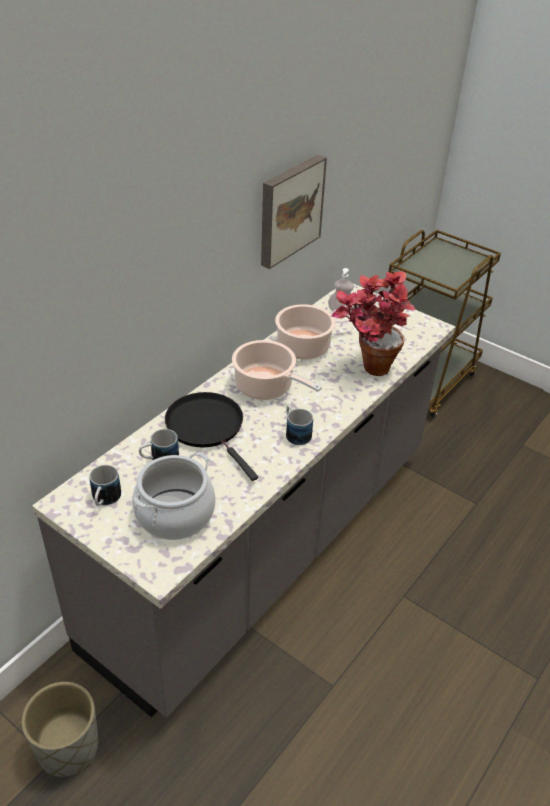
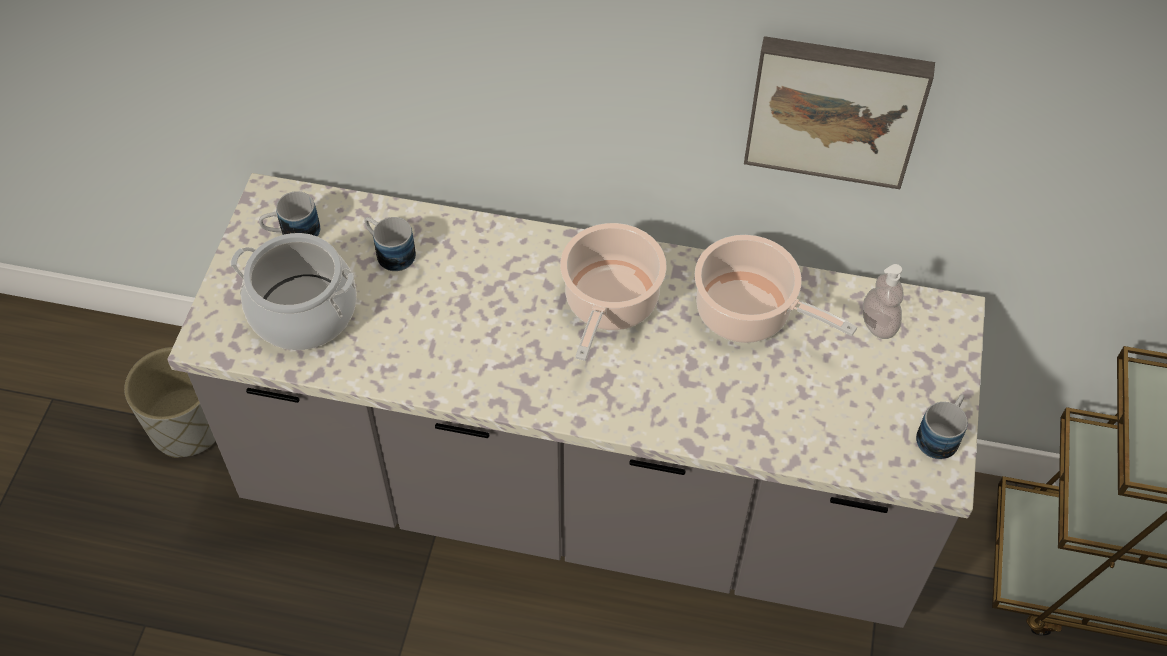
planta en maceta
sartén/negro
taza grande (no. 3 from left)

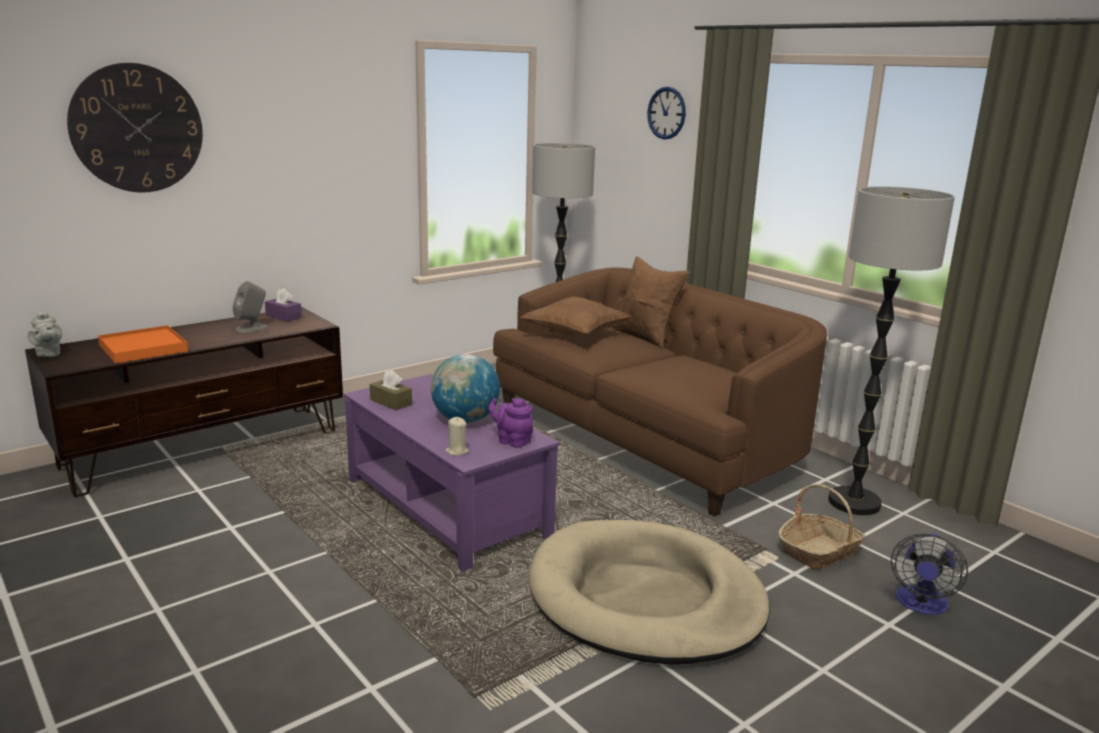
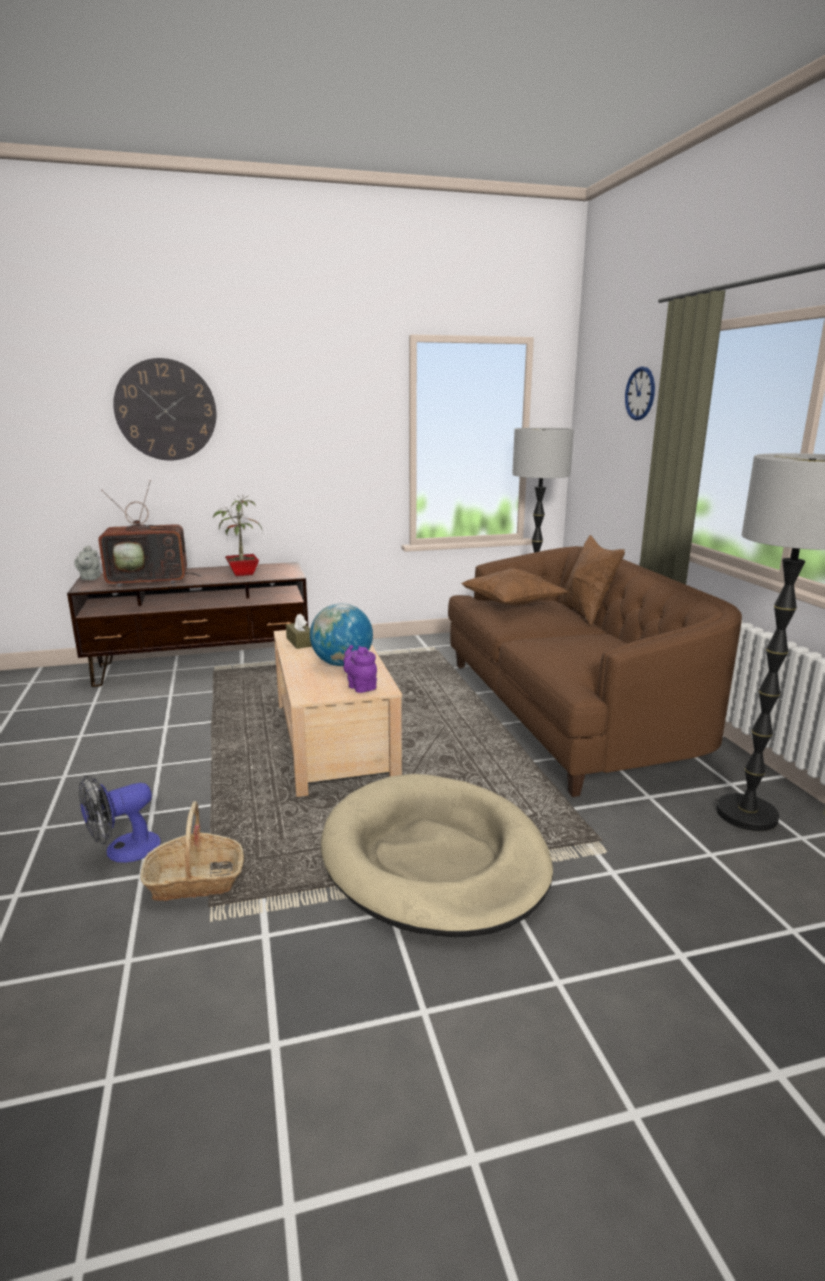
planta en maceta
caja de pañuelos/morado
televisor
mesa de centro/beis
vela/beis
cesta
ventilador

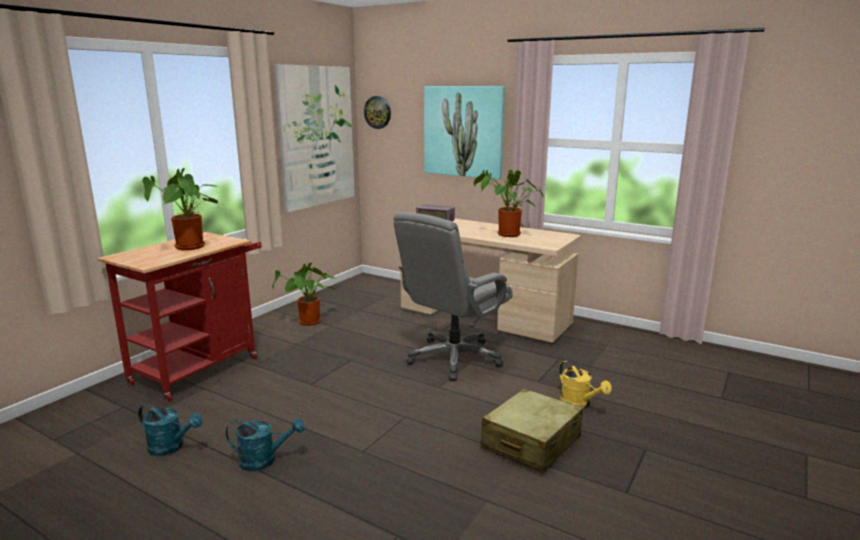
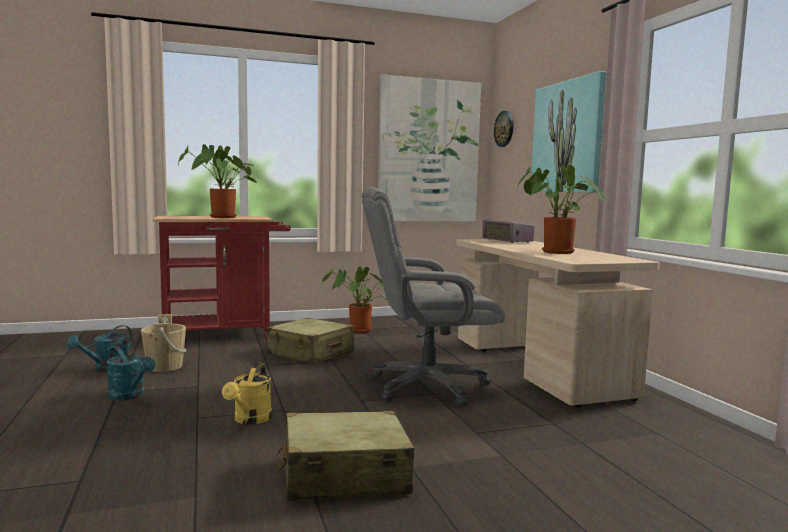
regadera/amarillo
regadera/turquesa (no. 1 from left)
cubo/beis
maleta/beis (no. 1 from left)

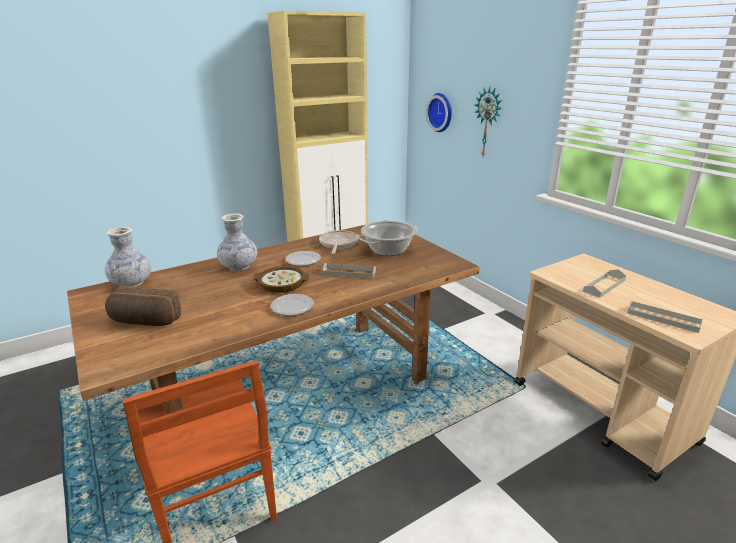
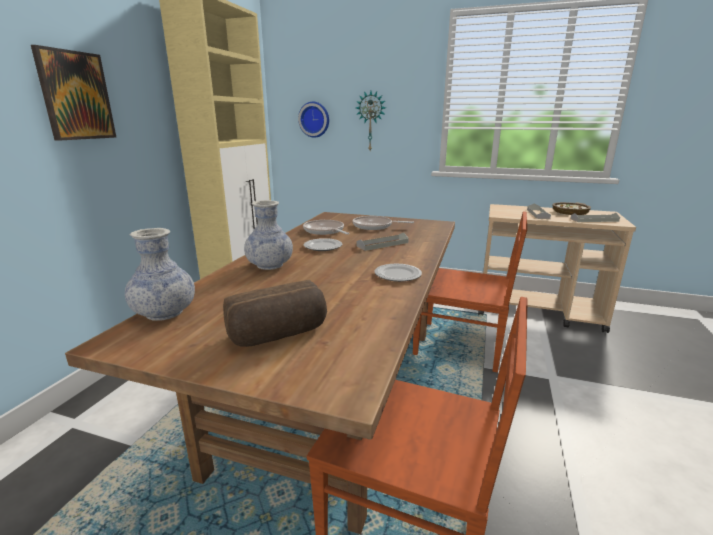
sartén (no. 2 from left)
cuenco
cuadro
silla/marrón (no. 2 from left)

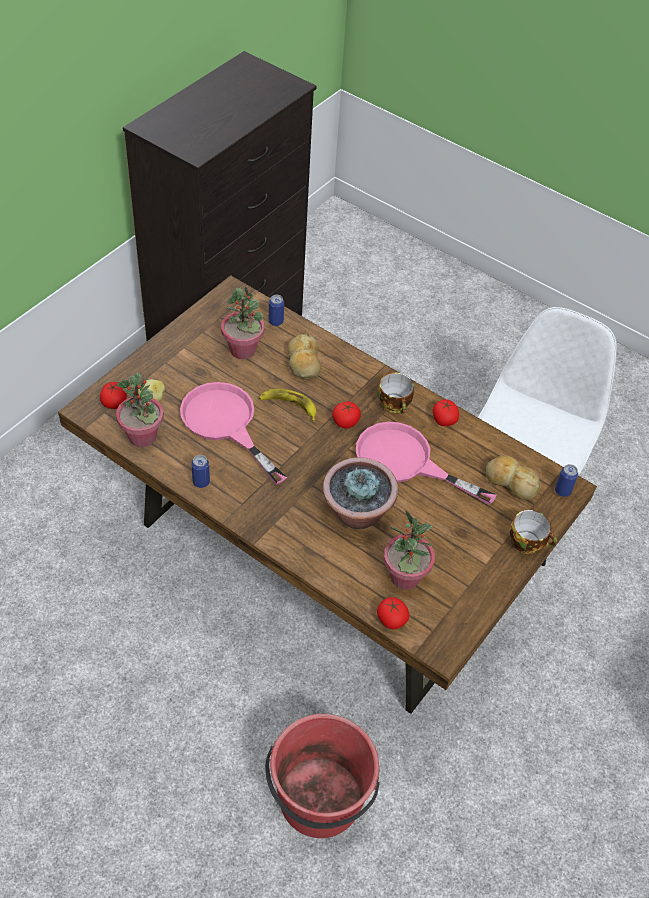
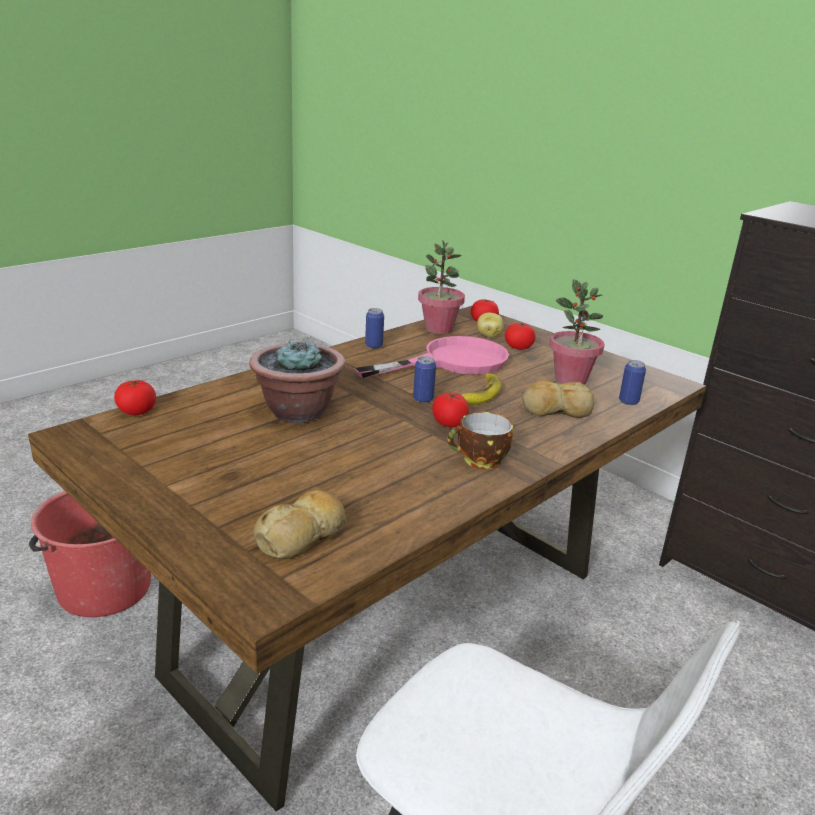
tomate (no. 4 from left)
sartén/rosa (no. 2 from left in the first image)
lata (no. 2 from left)
taza (no. 2 from left in the first image)
planta en maceta (no. 4 from left in the first image)

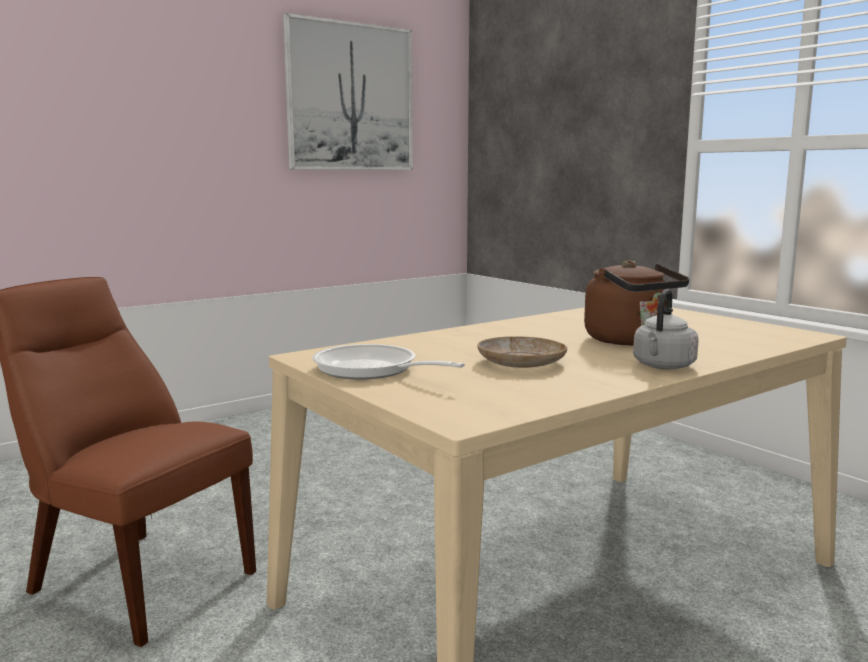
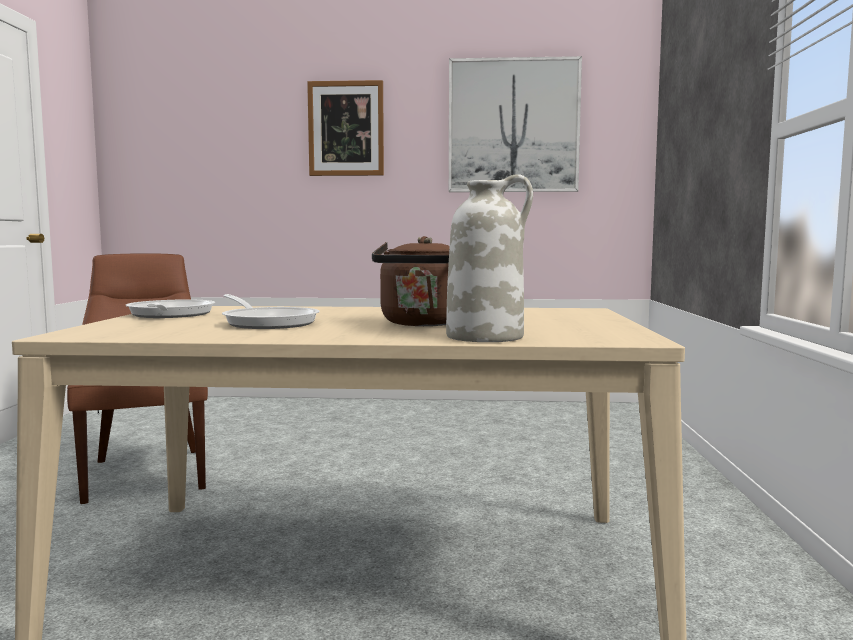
hervidor/gris
sartén (no. 2 from left)
cuadro (no. 1 from left)
florero/blanco

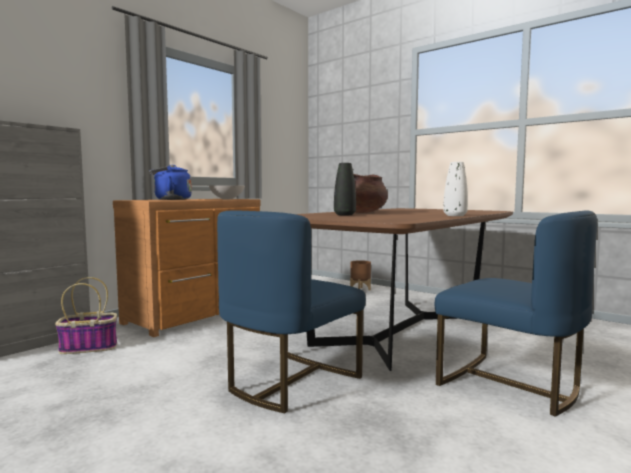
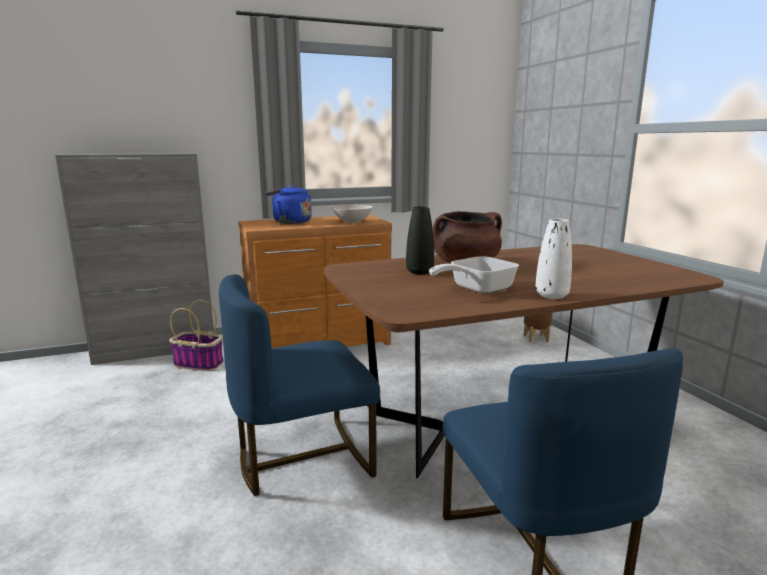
sartén

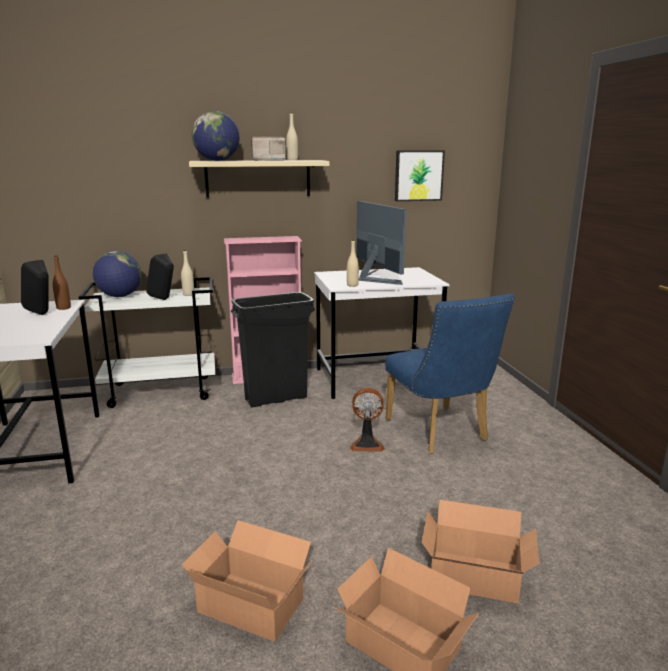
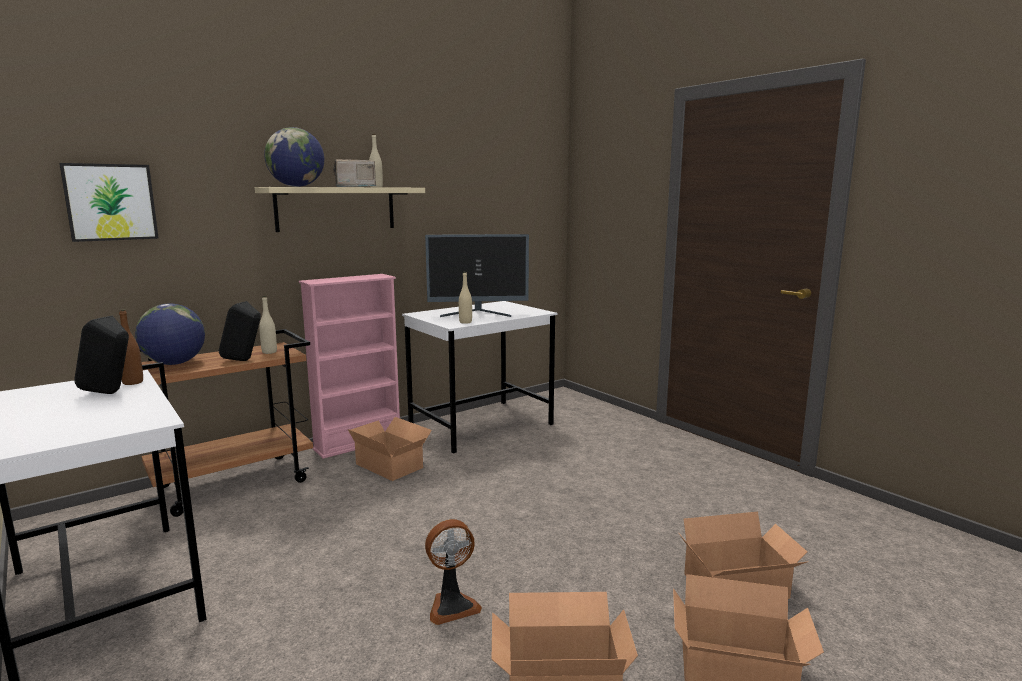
cuadro
monitor
carrito/marrón
caja de cartón (no. 1 from left)
silla/azul
ventilador

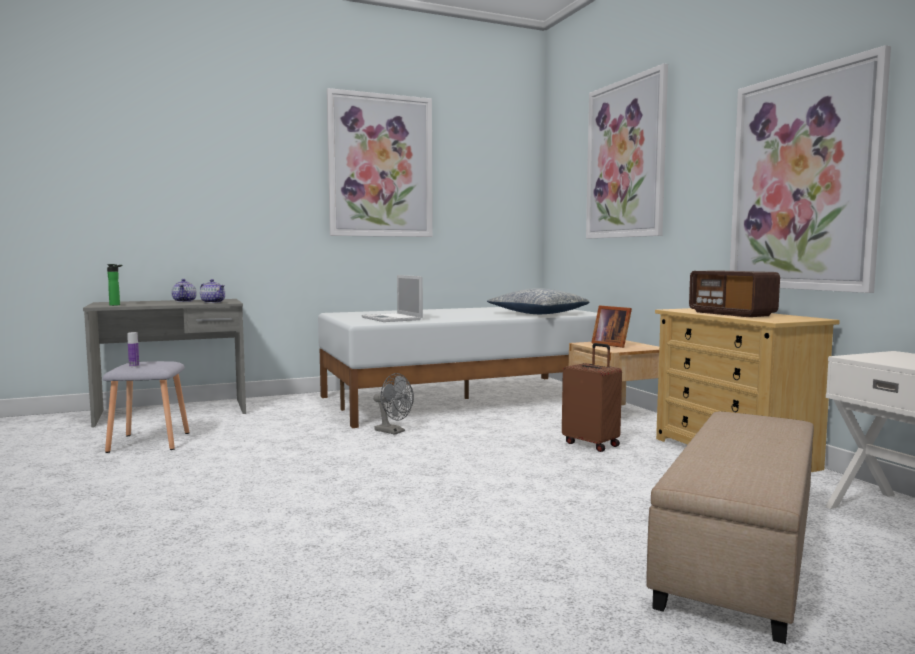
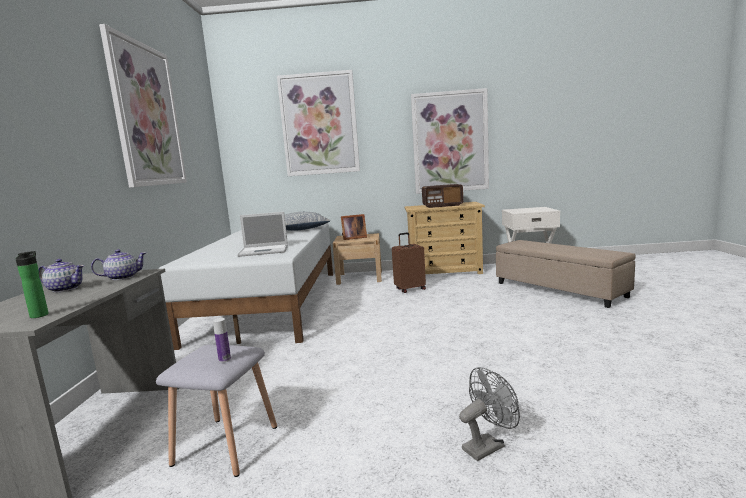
ventilador/gris

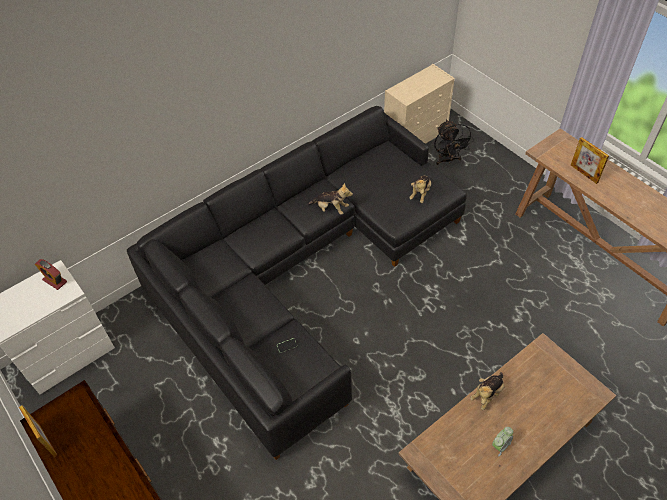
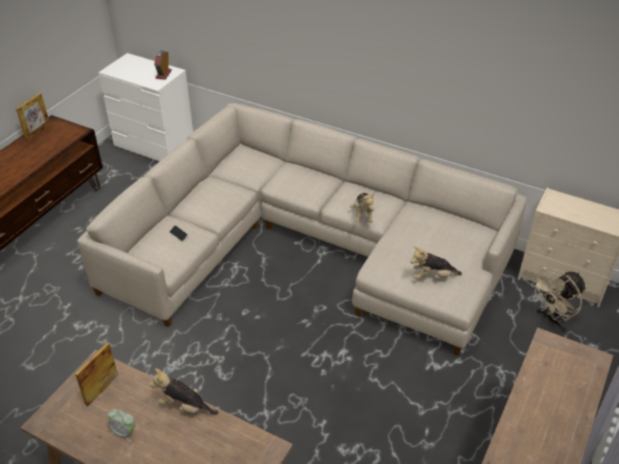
sofá/beis
ventilador/beis
portarretratos (no. 2 from left)

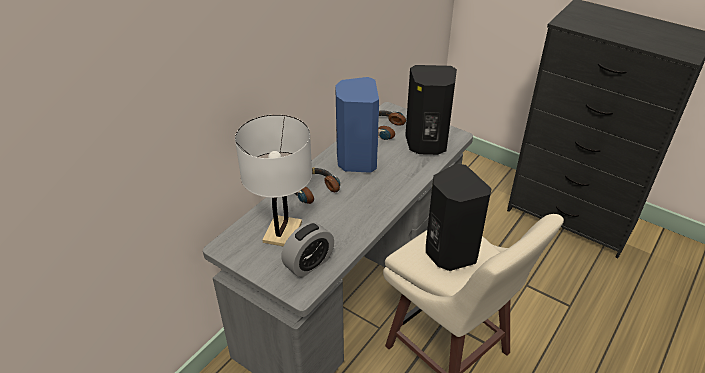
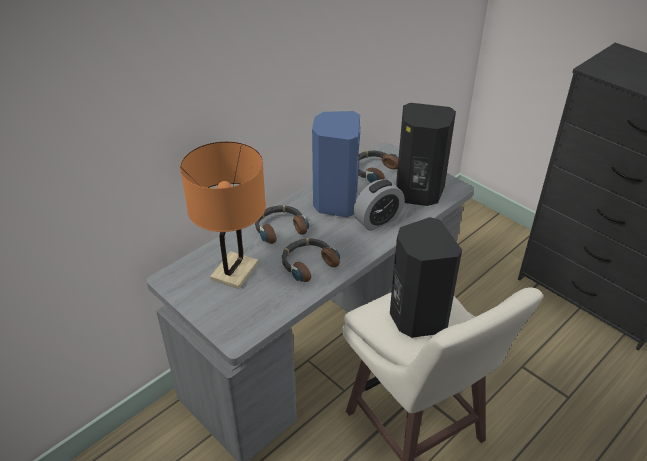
lámpara de mesa/naranja
despertador
auriculares (no. 2 from left)

